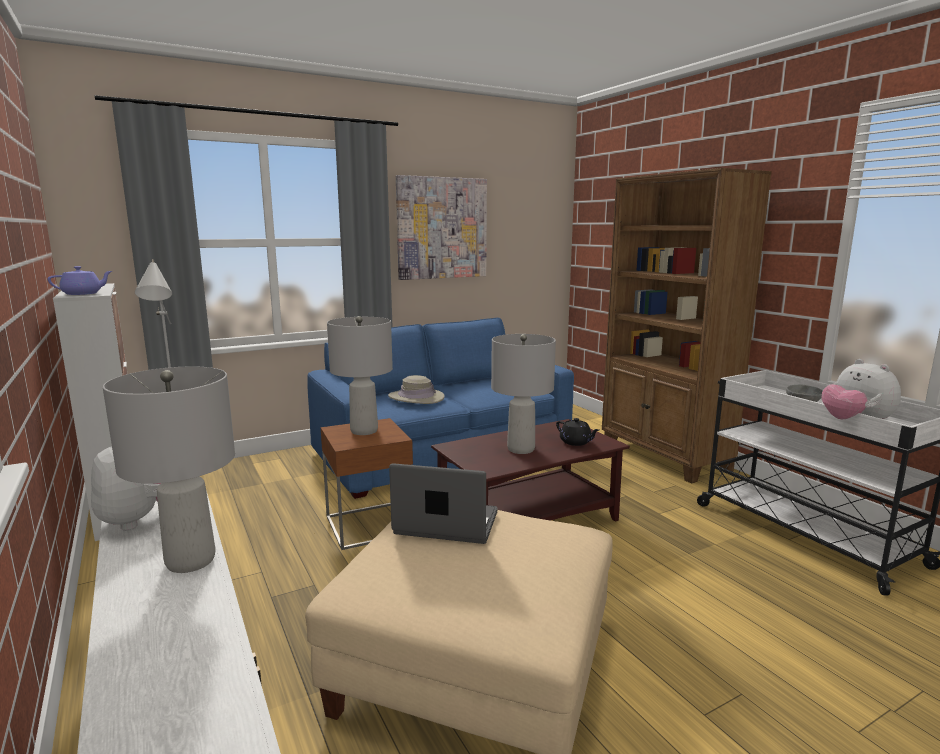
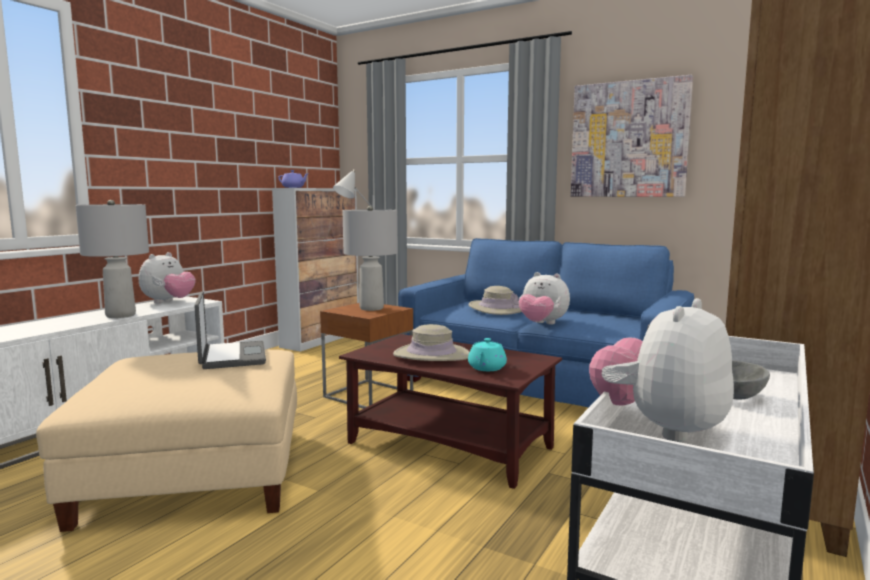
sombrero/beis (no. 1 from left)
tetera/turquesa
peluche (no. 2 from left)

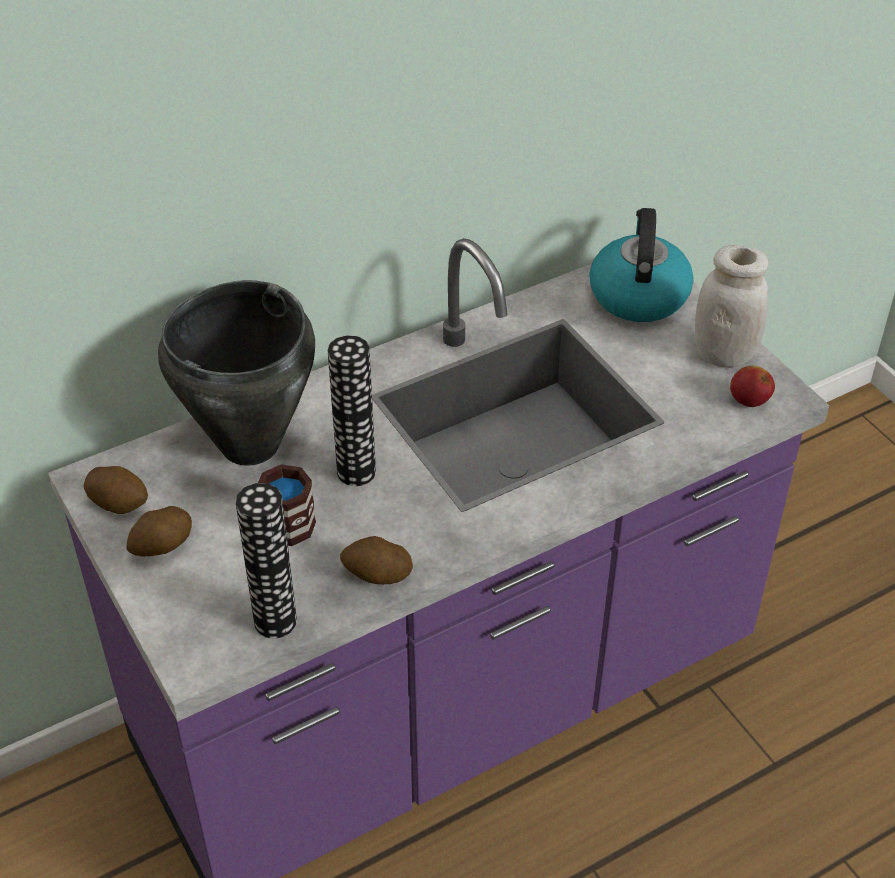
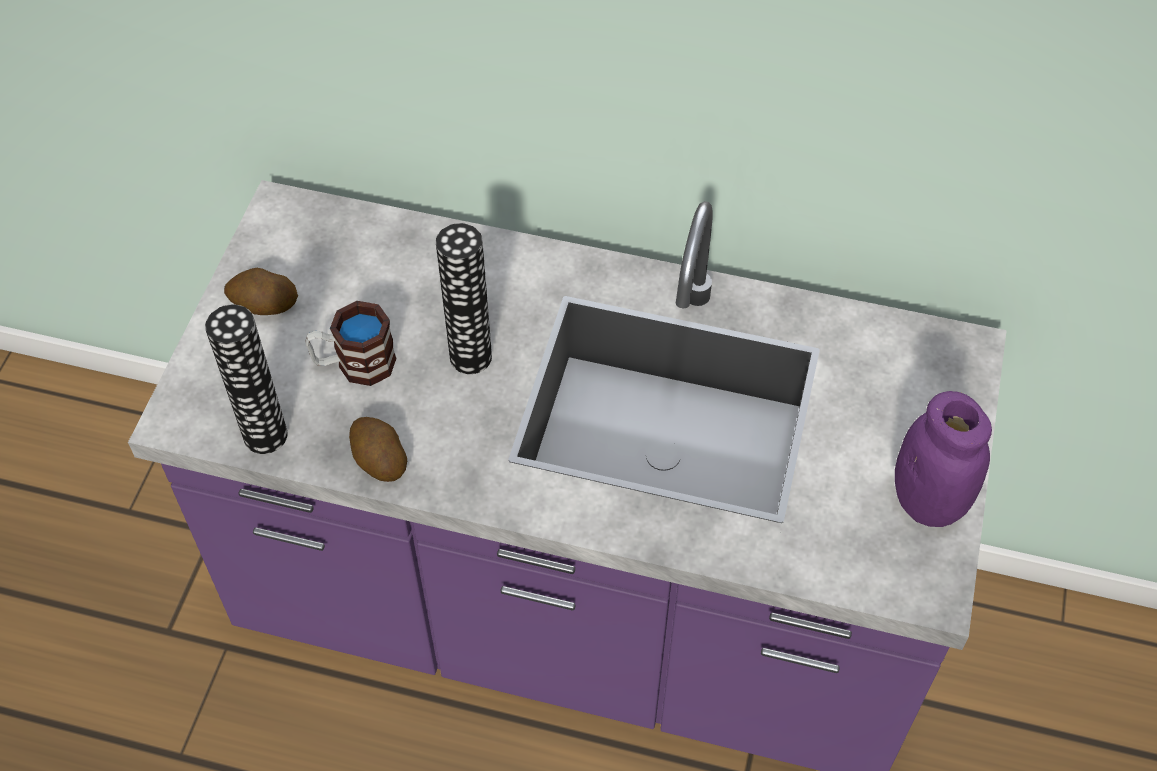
hervidor
tarro/morado
olla/negro
manzana
patata (no. 1 from left in the first image)

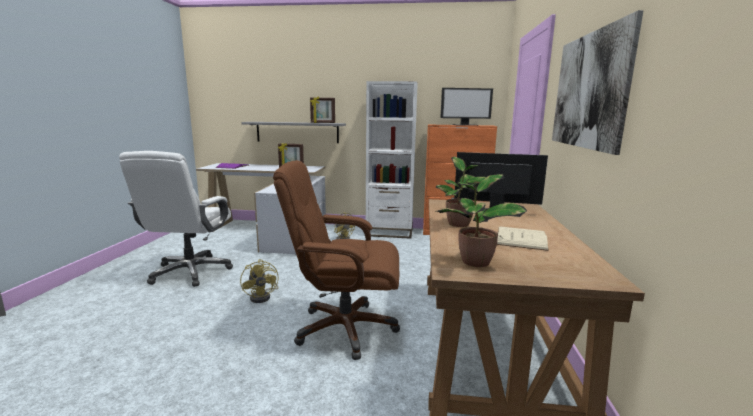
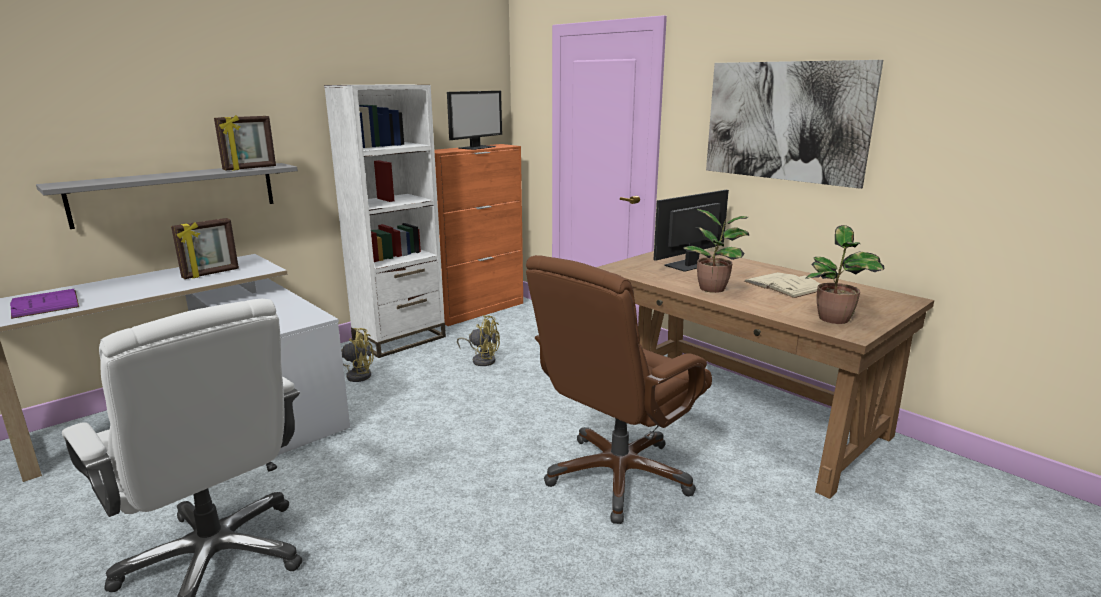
ventilador/amarillo (no. 2 from left)

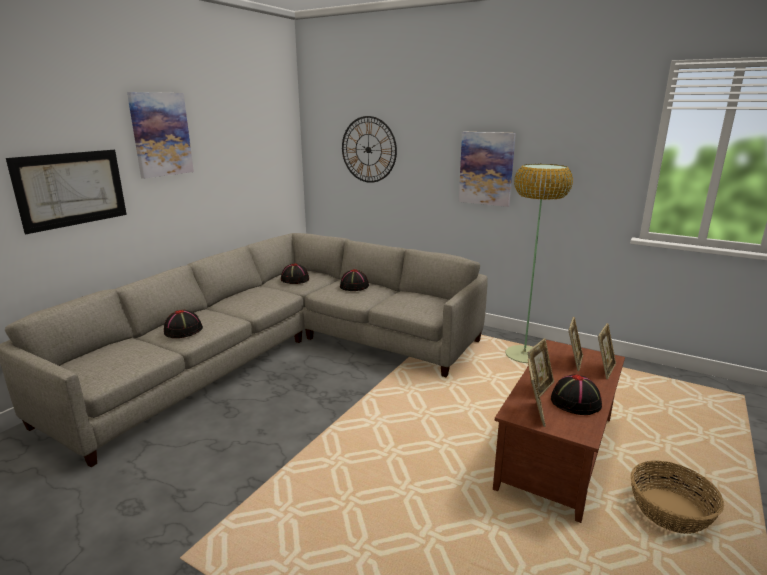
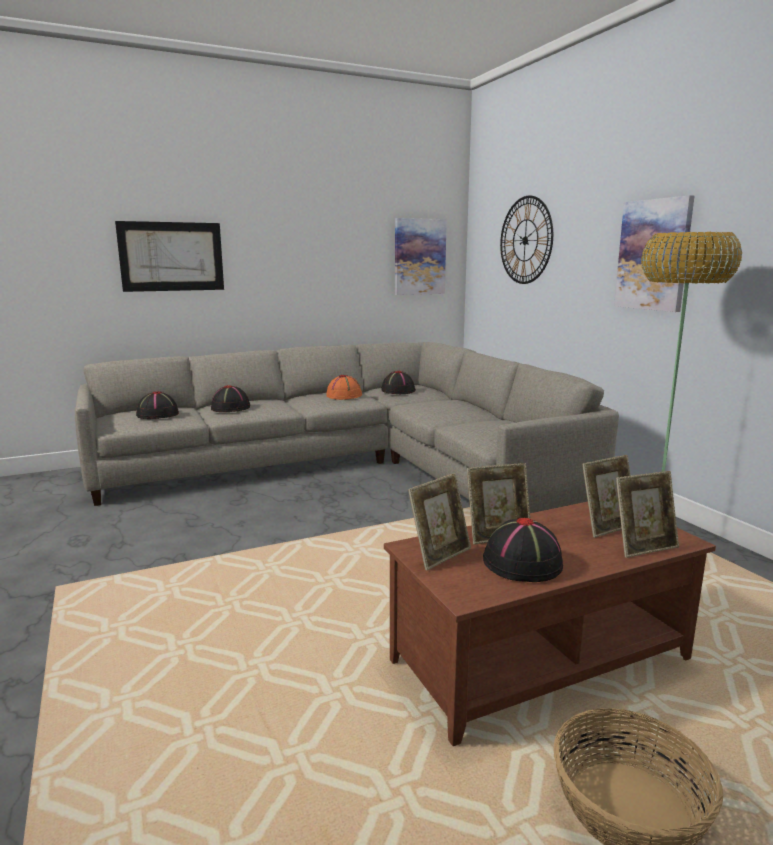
cuadro (no. 2 from left)
sombrero/negro (no. 1 from left)
sombrero/naranja

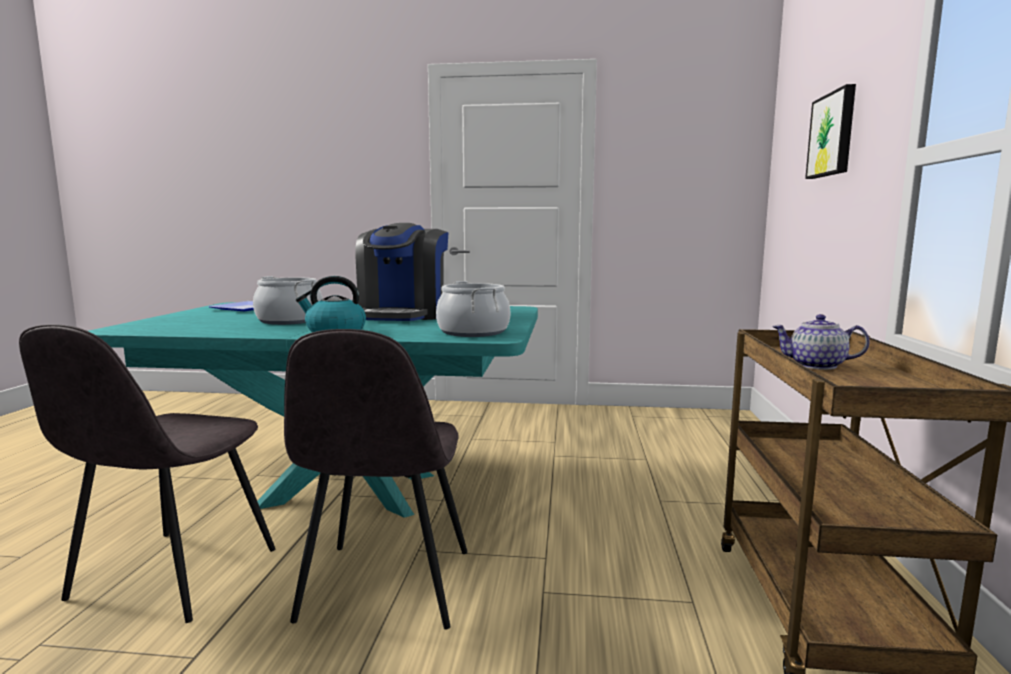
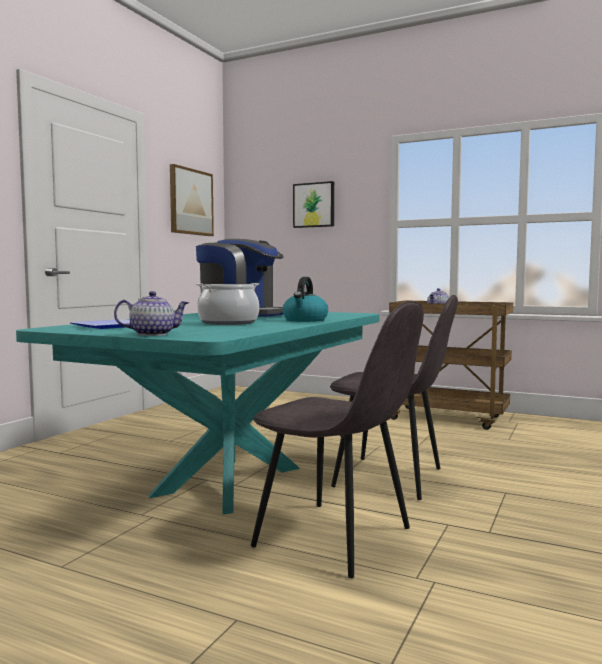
olla (no. 2 from left in the first image)
cuadro (no. 1 from left)
tetera (no. 1 from left)

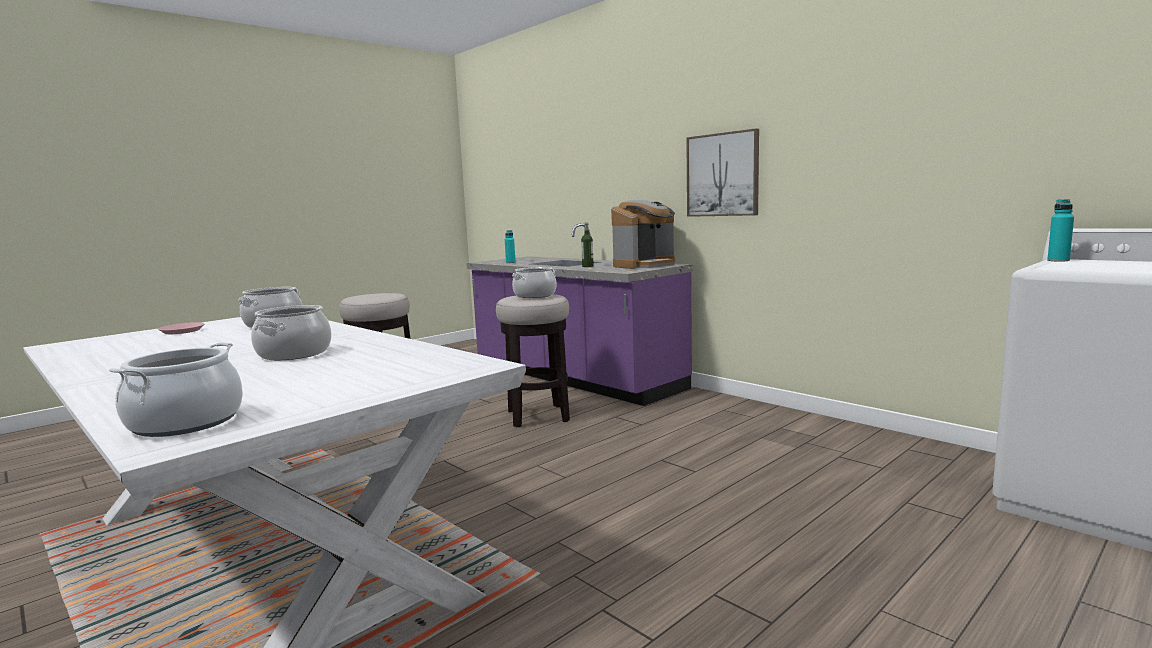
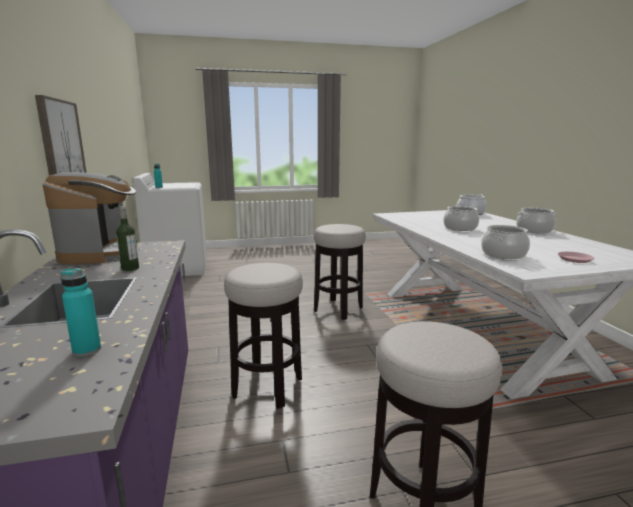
cafetera
olla (no. 4 from left)
taburete (no. 2 from left)

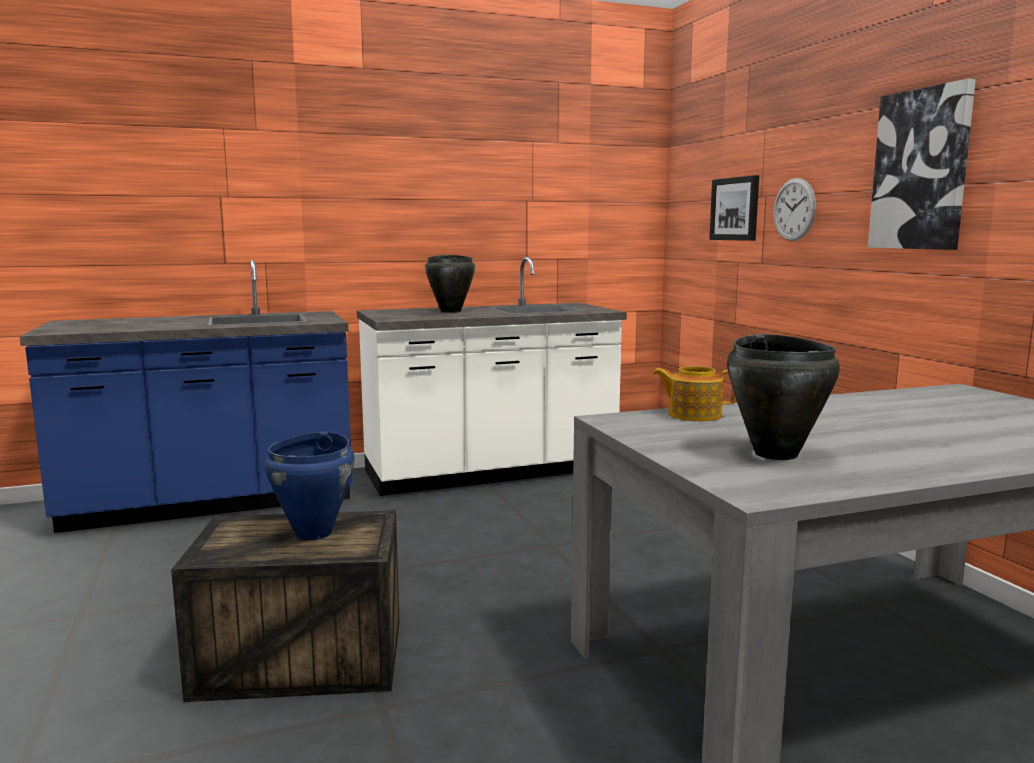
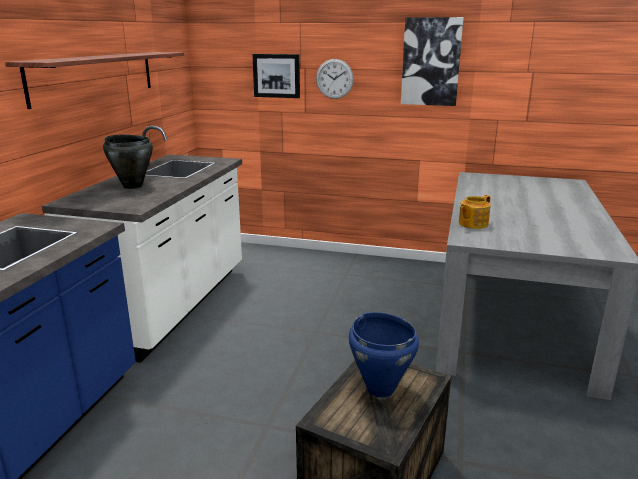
olla/negro (no. 2 from left in the first image)
estante

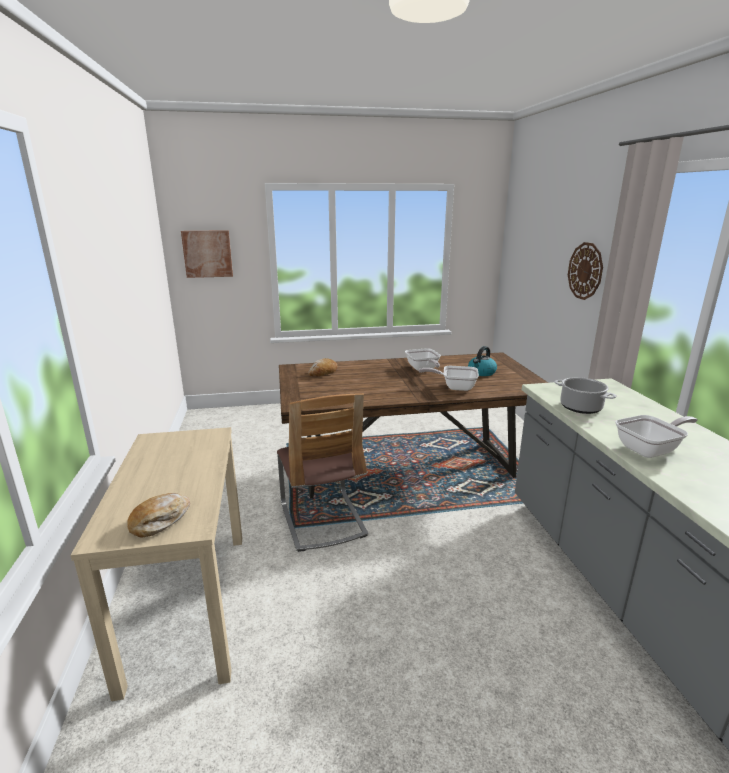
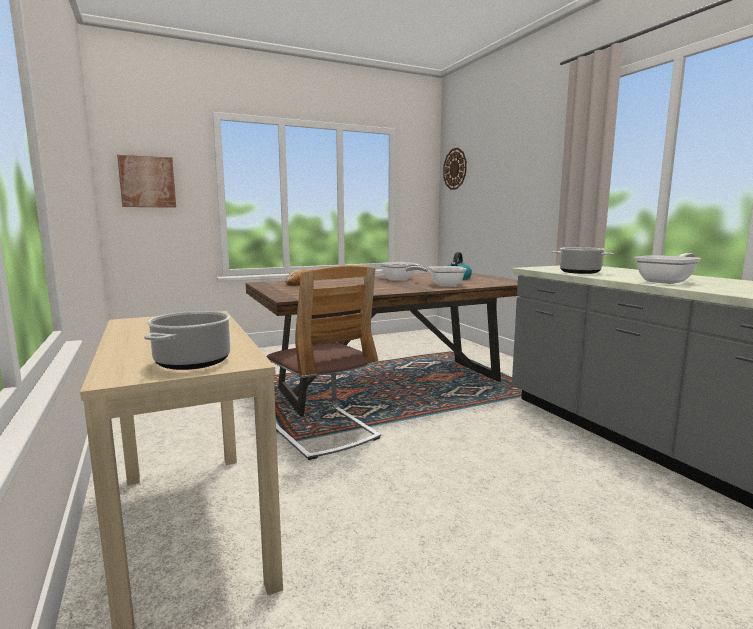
reloj de pared
olla (no. 1 from left)

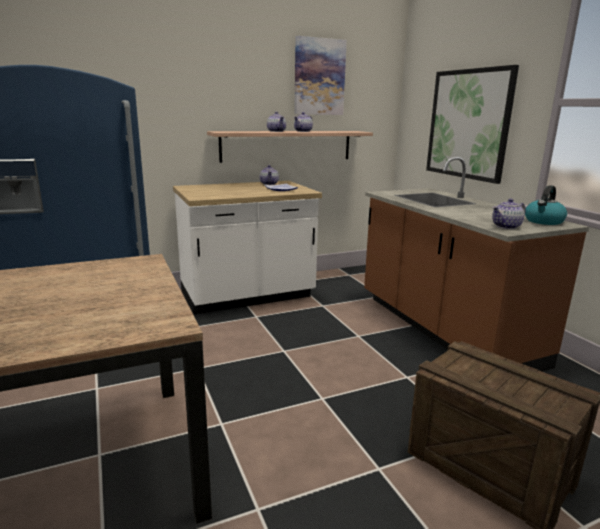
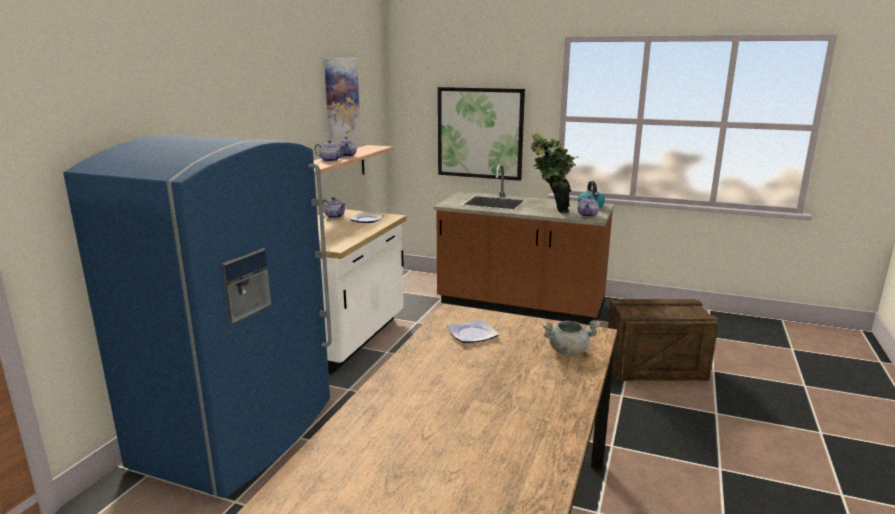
planta en maceta
plato (no. 2 from left)
olla/gris

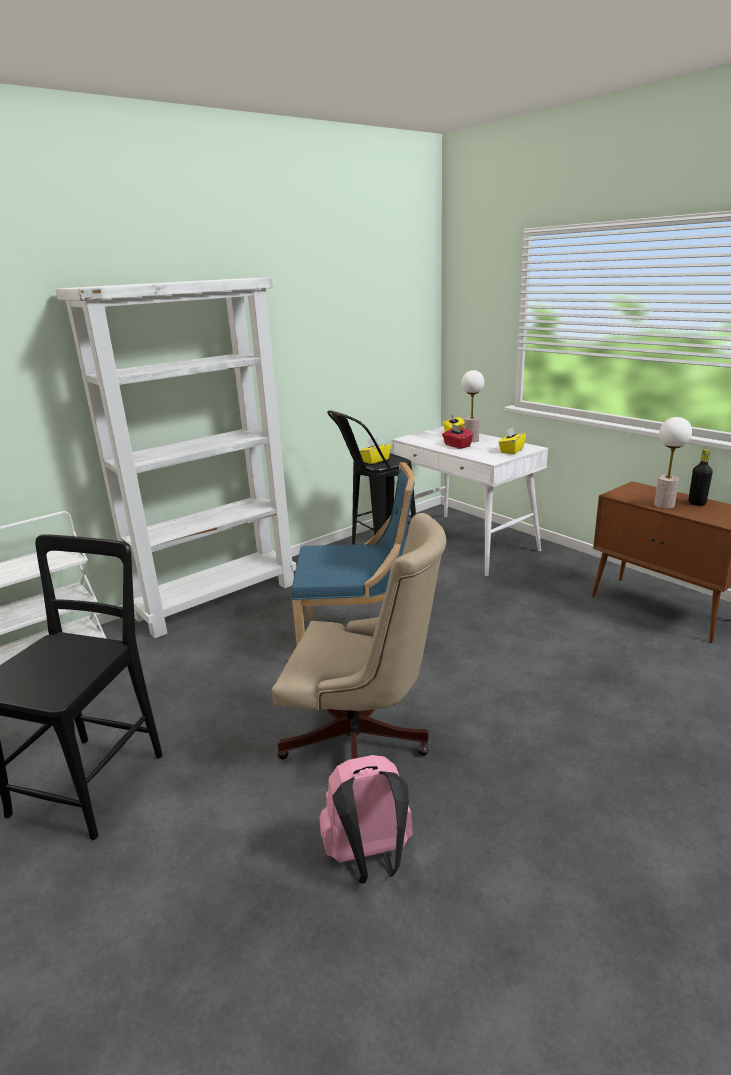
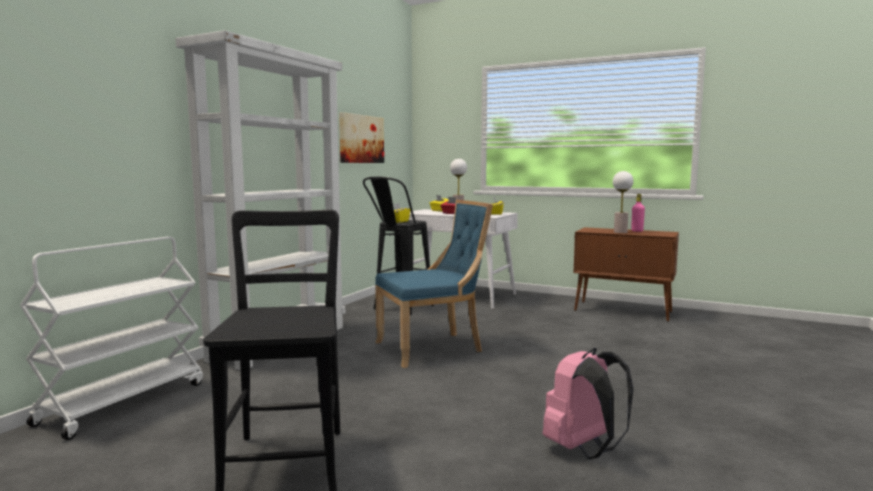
botella/rosa
silla de oficina/beis
cuadro

